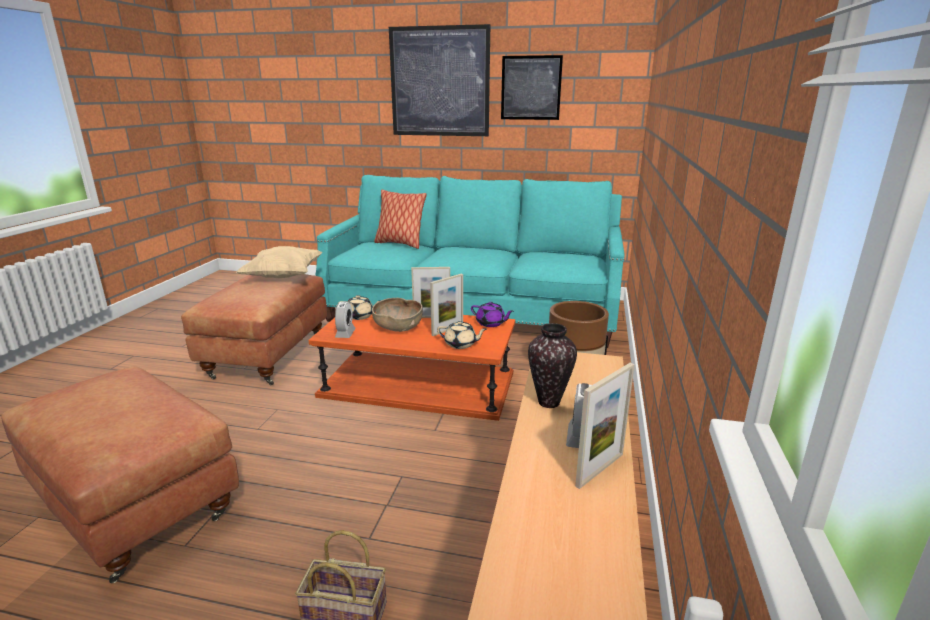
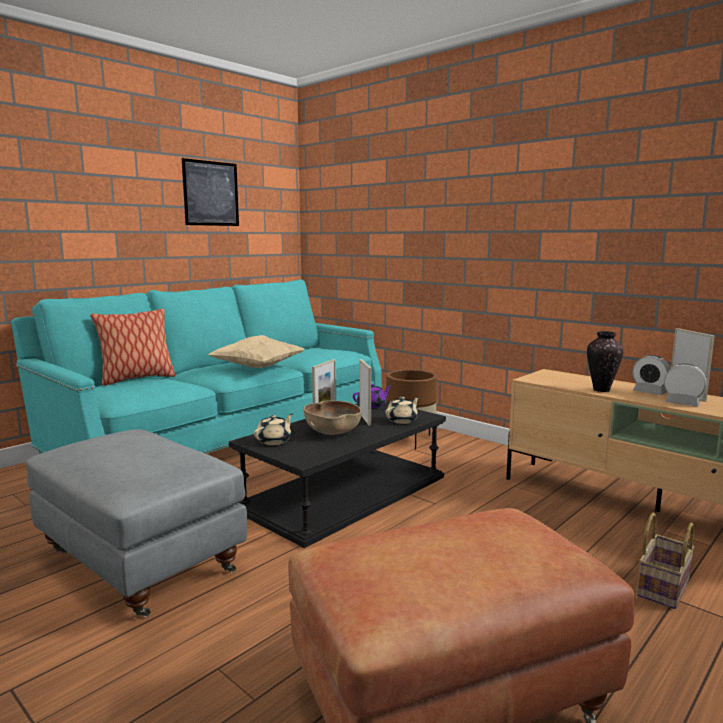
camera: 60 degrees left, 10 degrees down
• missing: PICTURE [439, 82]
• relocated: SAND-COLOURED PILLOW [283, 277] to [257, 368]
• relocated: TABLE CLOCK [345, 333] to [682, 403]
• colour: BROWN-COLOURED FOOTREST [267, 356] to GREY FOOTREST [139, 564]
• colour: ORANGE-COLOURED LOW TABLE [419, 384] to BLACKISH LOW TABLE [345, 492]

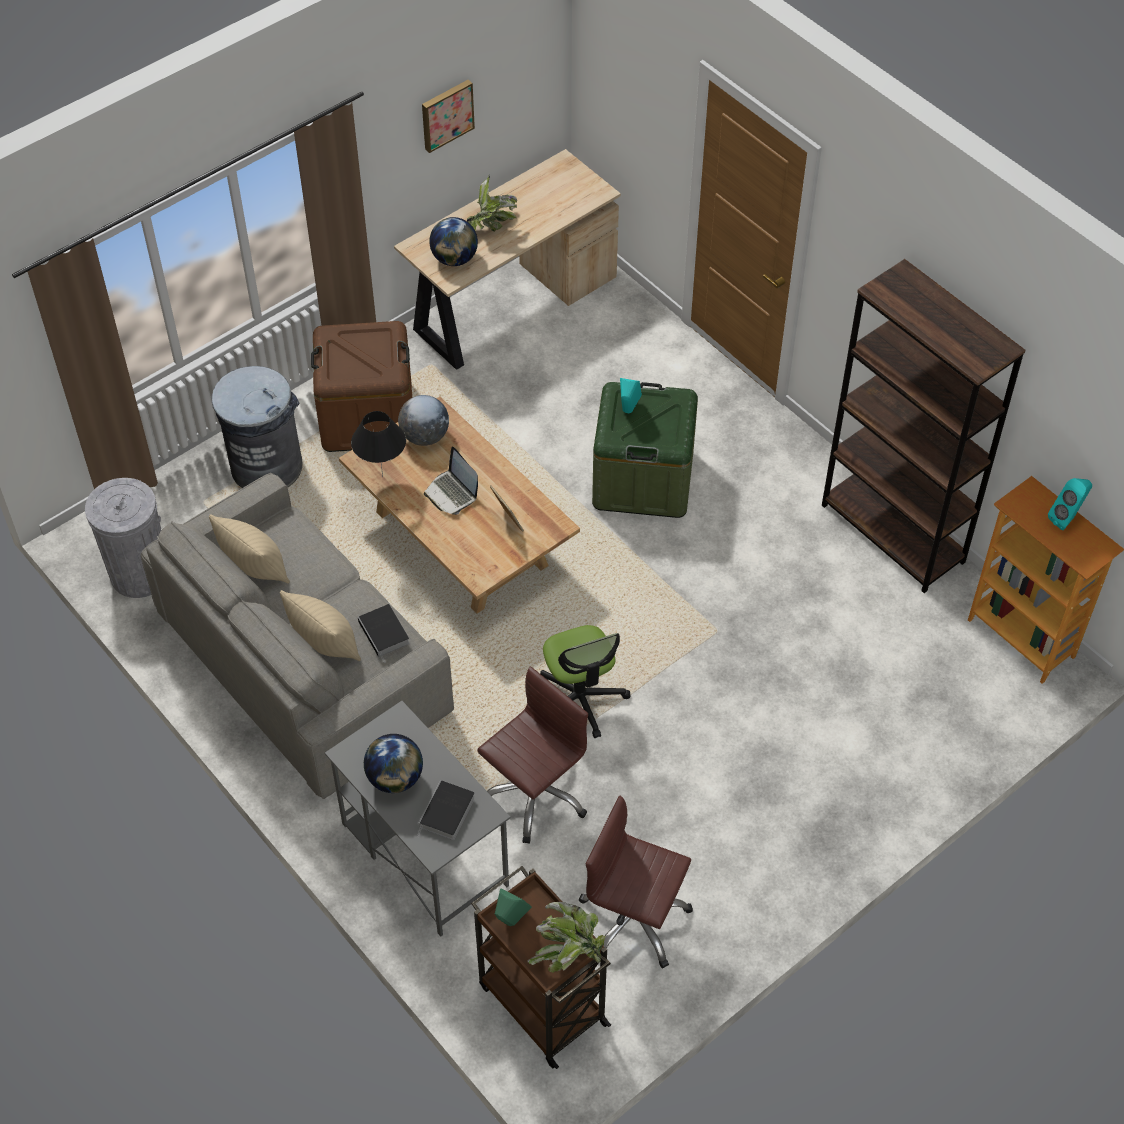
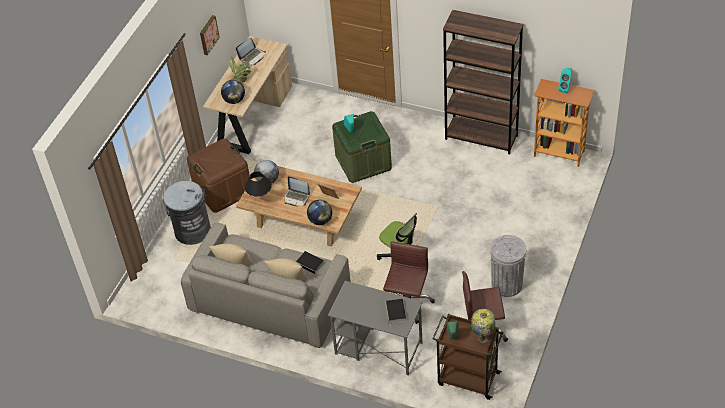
camera: 25 degrees left, 5 degrees down
• appeared: NOTEBOOK COMPUTER [252, 56]
• relocated: GREY WASTE BIN [140, 573] to [506, 284]
• relocated: DESK GLOBE [395, 778] to [320, 220]
• exchanged: HOUSEPLANT [568, 953] to TABLE LAMP [483, 337]

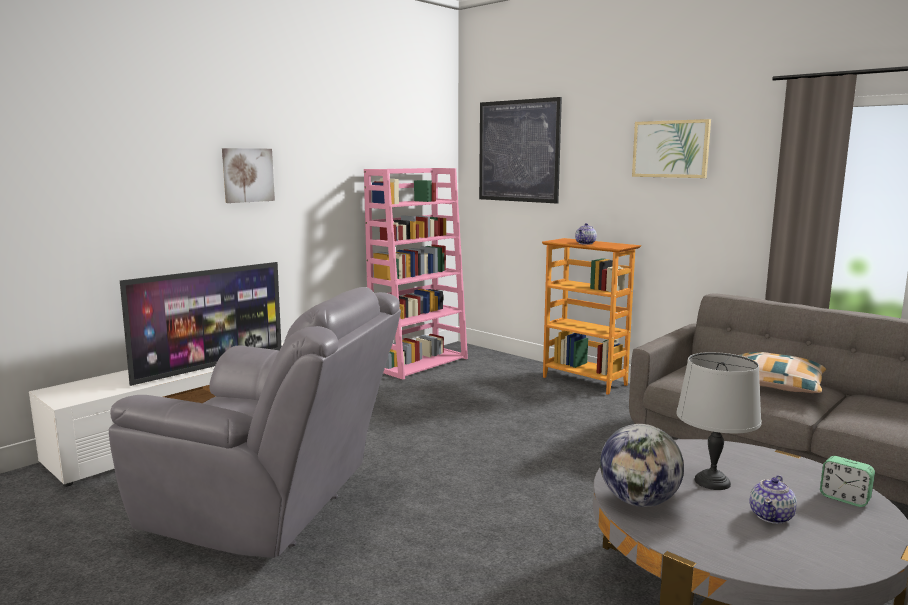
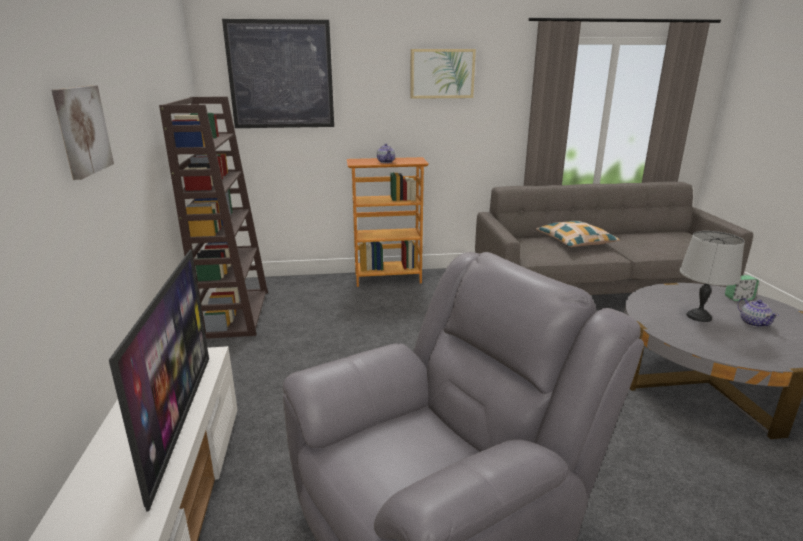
camera: 50 degrees left, 10 degrees up
• missing: DESK GLOBE [639, 501]
• colour: PINK-COLOURED SHELVING UNIT [419, 363] to BROWN-COLOURED SHELVING UNIT [235, 313]

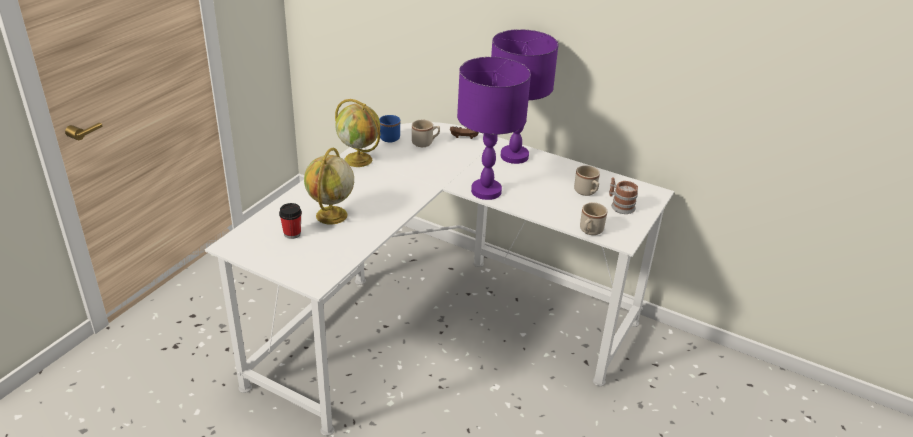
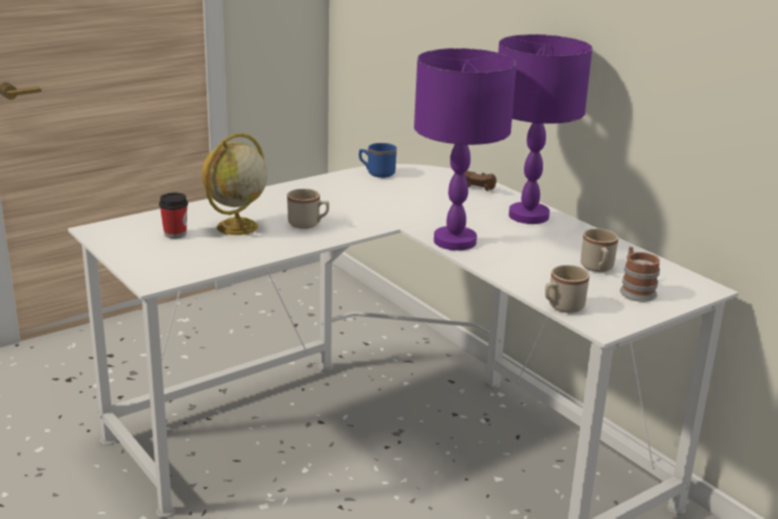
camera: 25 degrees right, 10 degrees down
• missing: DESK GLOBE [359, 160]
• relocated: SAND-COLOURED COFFEE MUG [425, 143] to [308, 224]

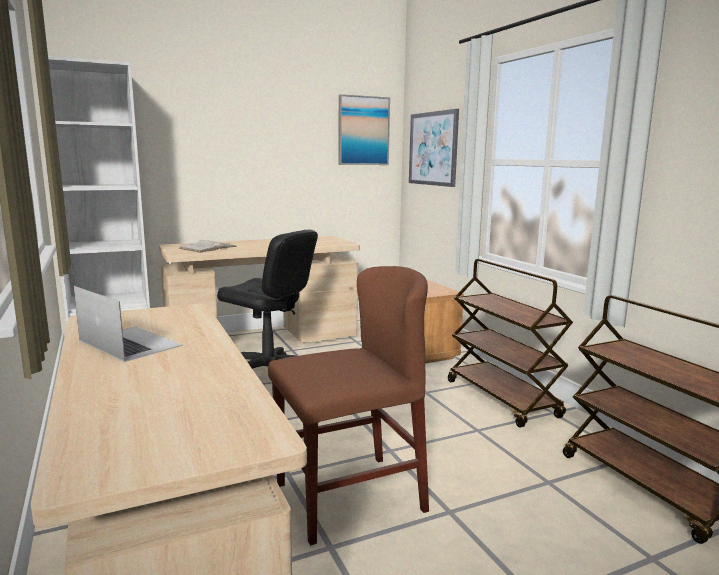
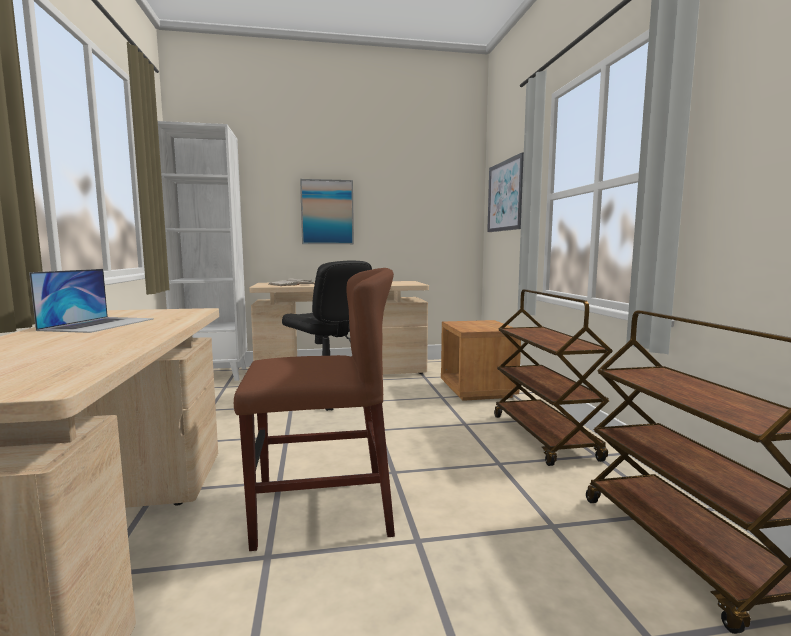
camera: 15 degrees right, 5 degrees down
• relocated: PICTURE [363, 131] to [327, 212]
• spun: NOTEBOOK COMPUTER [130, 343] = [99, 324] 45 degrees clockwise

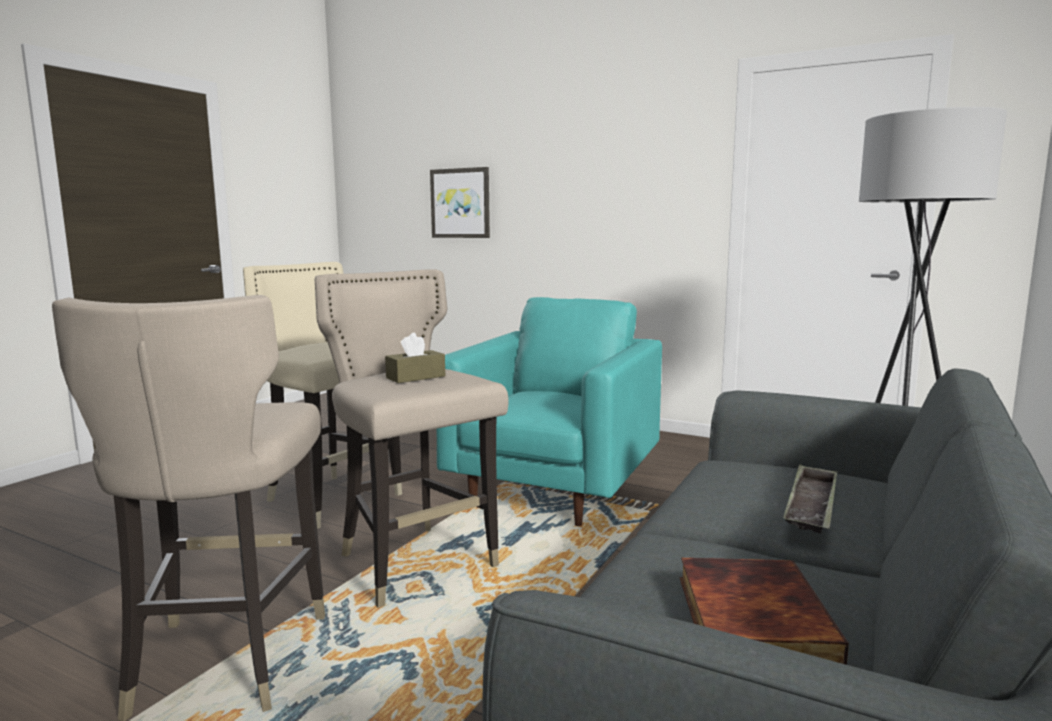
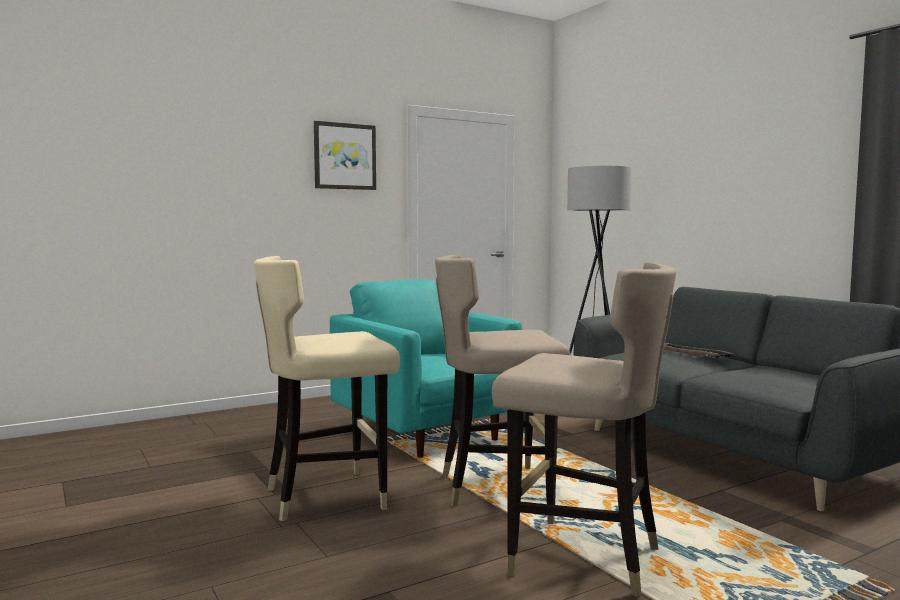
camera: 60 degrees left, 5 degrees down
• missing: BROWN-COLOURED TISSUE BOX [416, 377]
• missing: VOLUME [749, 618]
• relocated: PICTURE [460, 203] to [344, 156]

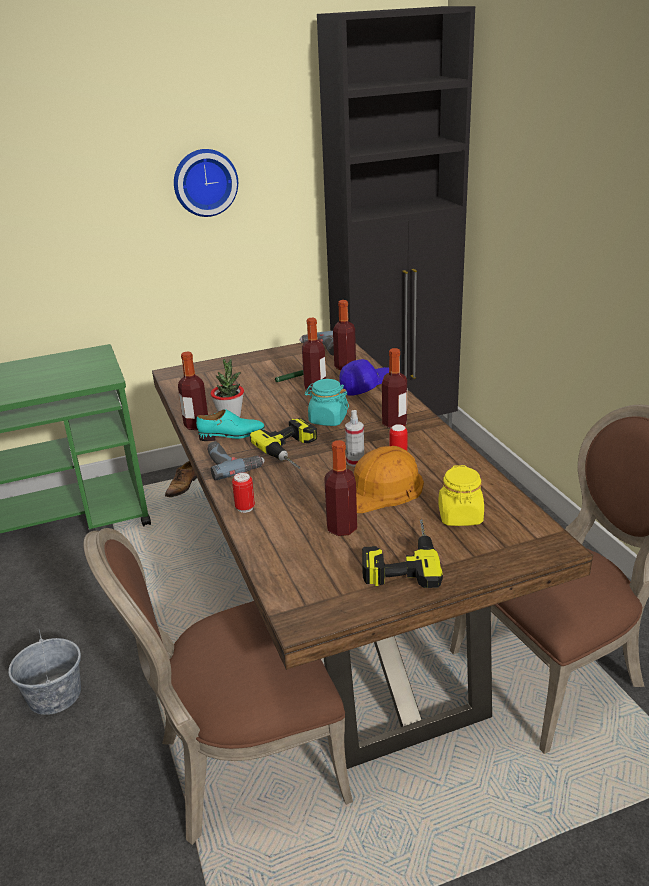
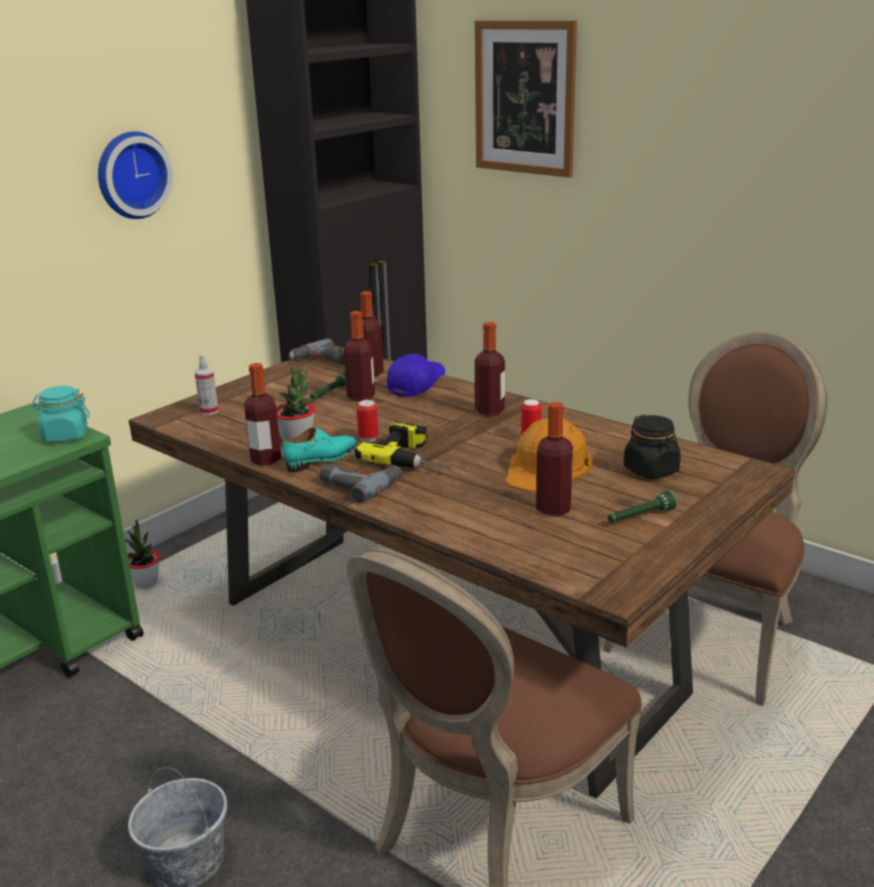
camera: 30 degrees left, 5 degrees down
• appeared: PICTURE [524, 98]
• relocated: SEALED CAN [245, 508] to [368, 438]
• relocated: TURQUOISE STORAGE JAR [327, 419] to [65, 435]
• relocated: HAND SPRAYER [355, 461] to [209, 411]
• exchanged: LOW SHOE [183, 486] to HOUSEPLANT [146, 584]
• exchanged: DRILL [399, 558] to GREEN TORCH [640, 517]
• colour: YELLOW STORAGE JAR [460, 516] to BLACKISH STORAGE JAR [651, 470]

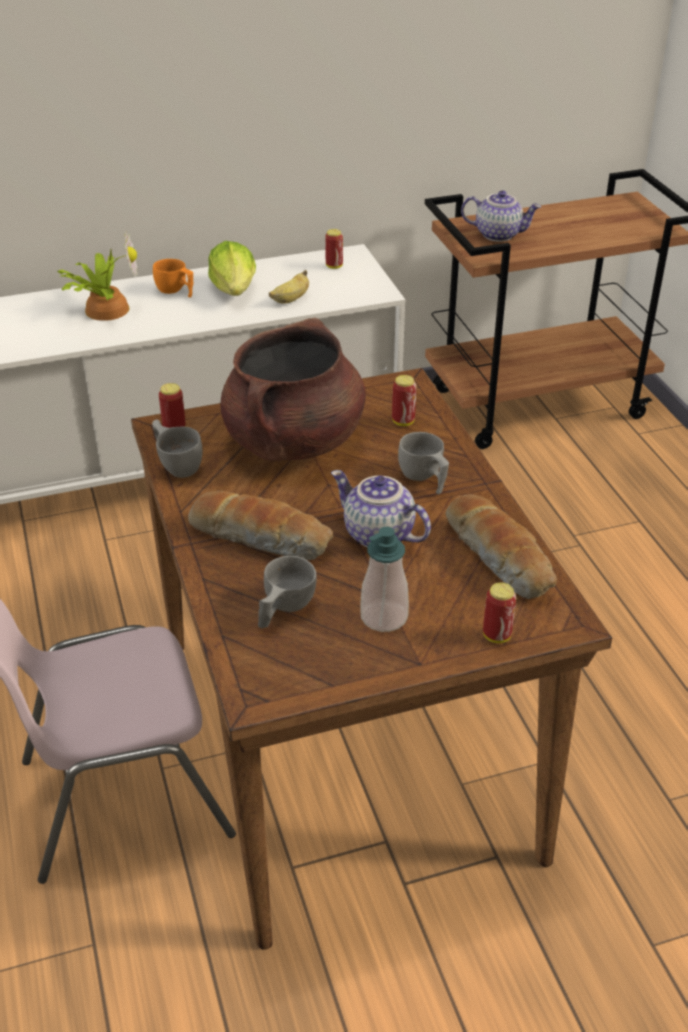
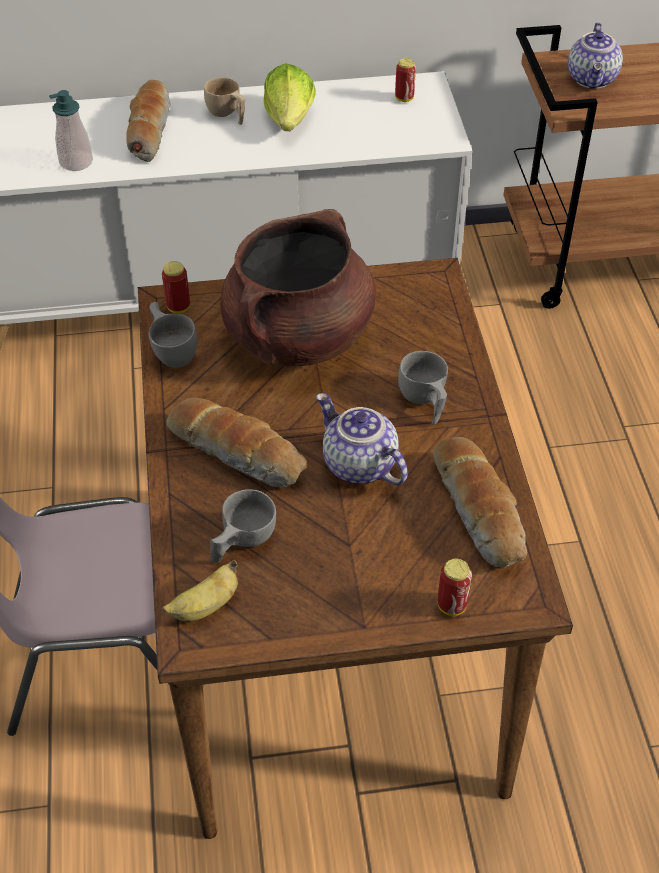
camera: 10 degrees right, 10 degrees up
• missing: SEALED CAN [403, 421]
• relocated: WHOLE BANANA [291, 299] to [205, 606]
• relocated: LIQUID SOAP BOTTLE [384, 617] to [76, 162]
• exchanged: HOUSEPLANT [105, 309] to BAKED BREAD [149, 129]
• colour: ORANGE-COLOURED CUP [175, 292] to SAND-COLOURED CUP [227, 115]
• spun: TEAPOT [498, 234] = [593, 79] 75 degrees clockwise

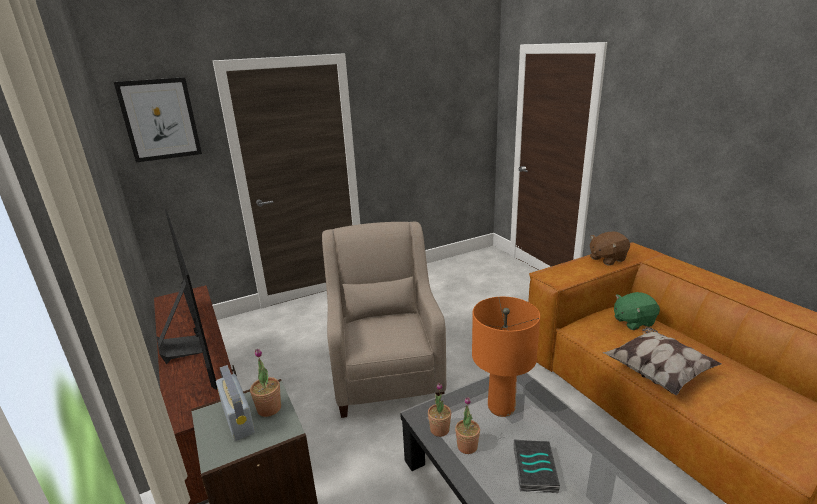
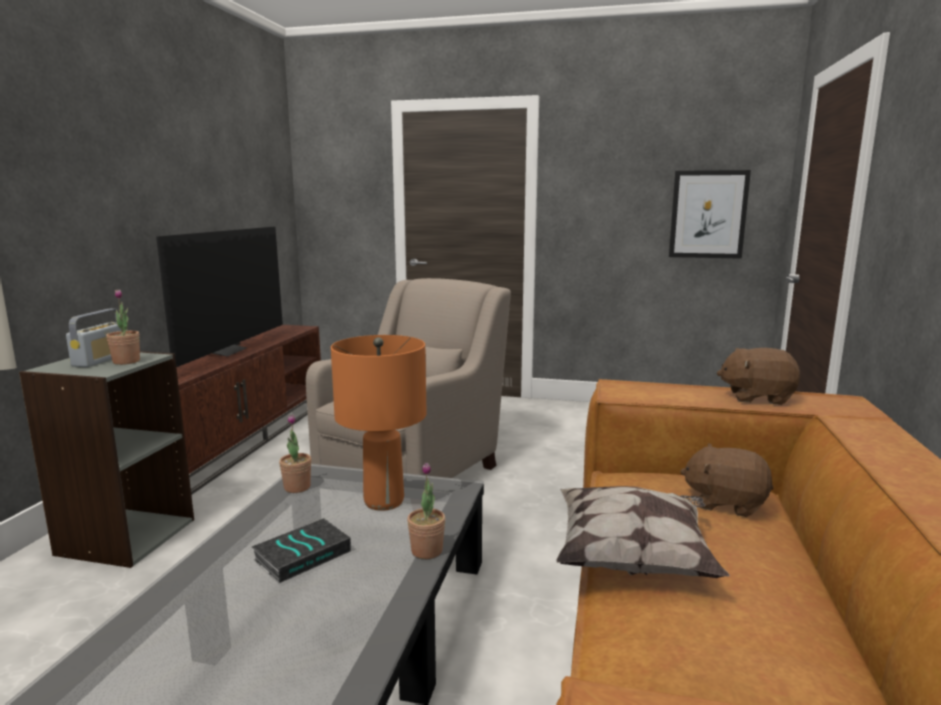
camera: 40 degrees right, 10 degrees down
• relocated: PICTURE [160, 119] to [708, 214]
• relocated: HOUSEPLANT [467, 446] to [427, 551]
• colour: GREEN SOFT TOY [633, 321] to BROWN-COLOURED SOFT TOY [725, 502]

